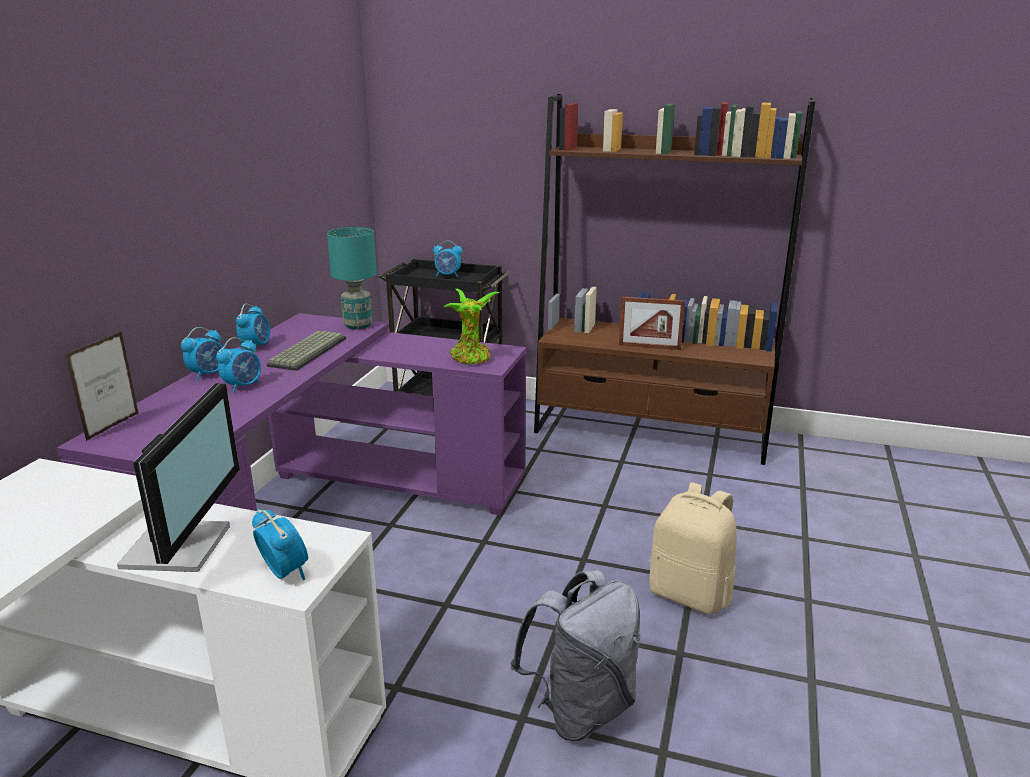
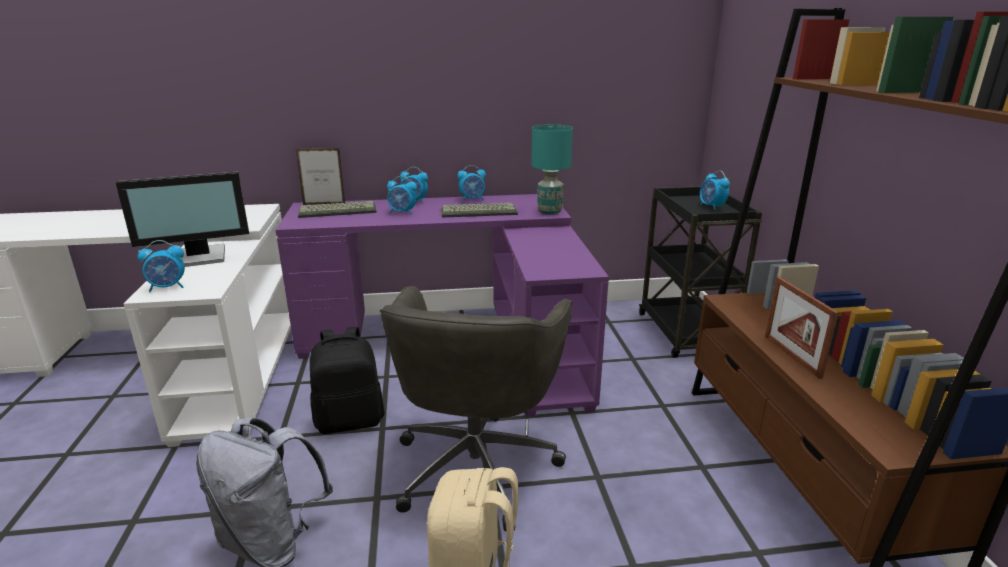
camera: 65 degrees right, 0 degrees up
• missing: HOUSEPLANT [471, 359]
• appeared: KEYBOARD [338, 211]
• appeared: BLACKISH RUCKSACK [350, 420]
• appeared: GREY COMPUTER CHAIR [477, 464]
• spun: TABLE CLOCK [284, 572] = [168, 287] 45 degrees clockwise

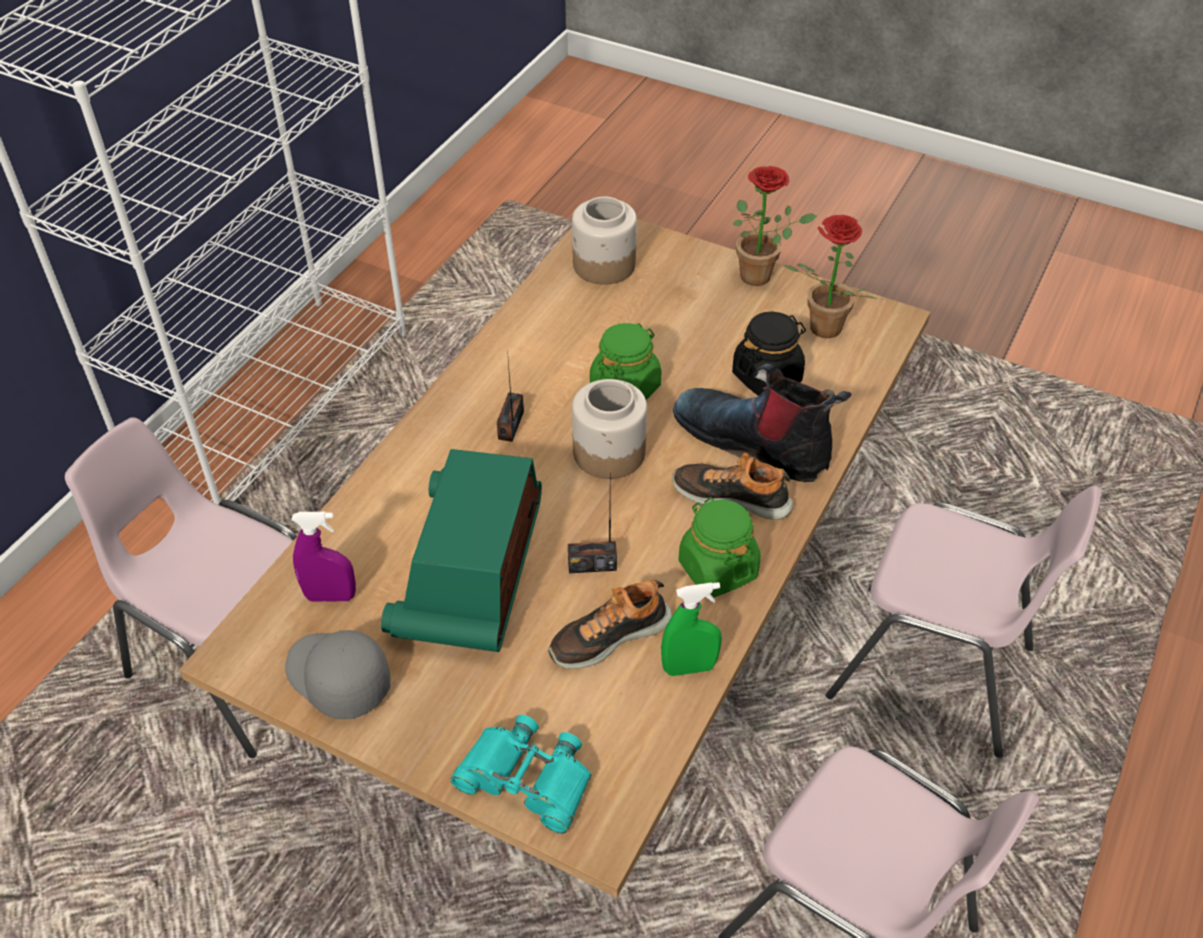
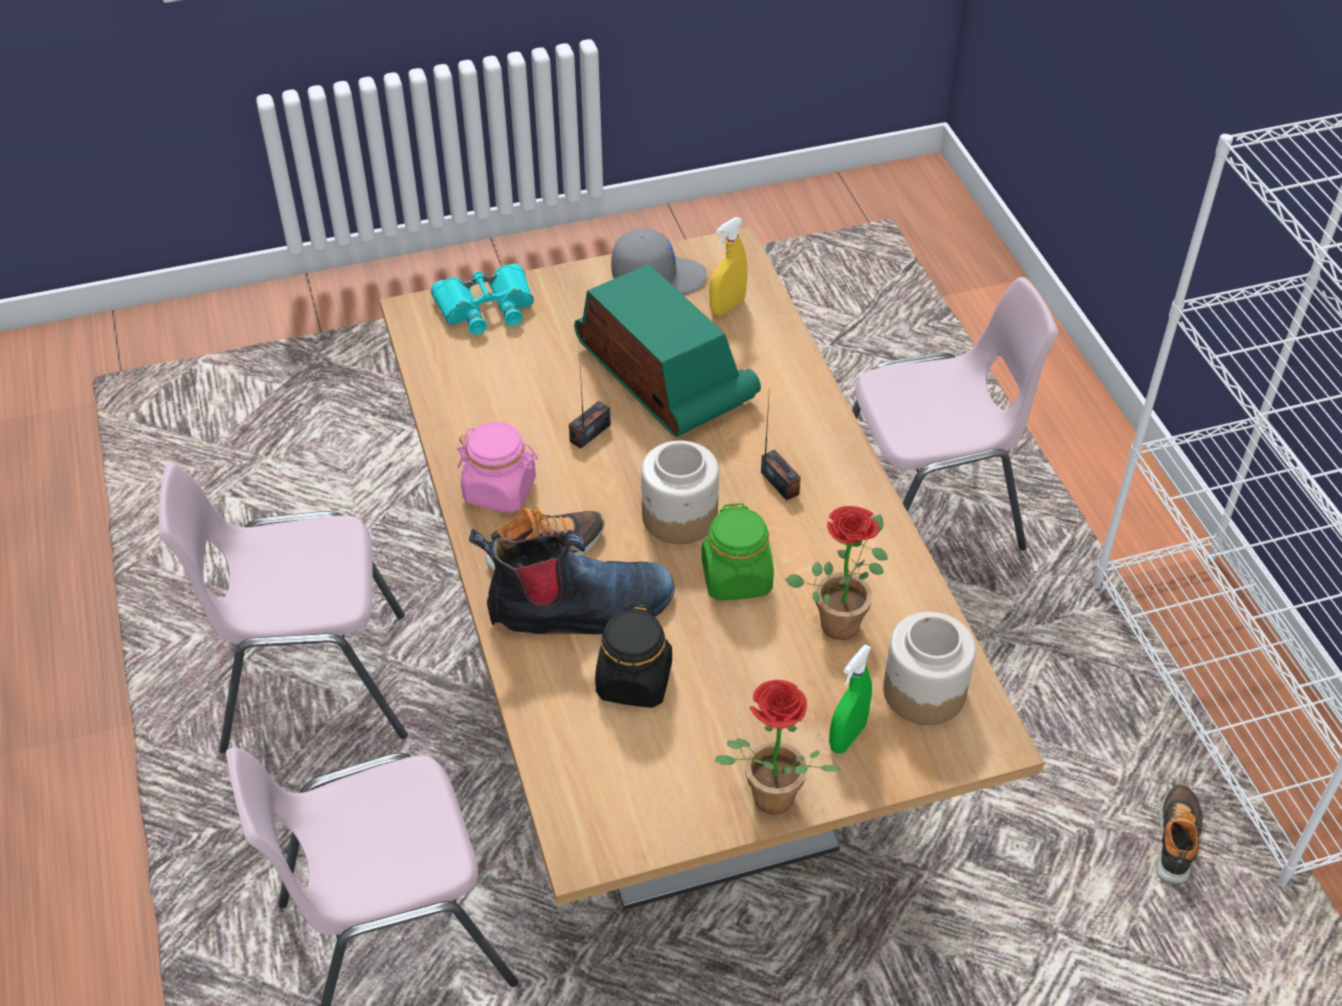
camera: 135 degrees right, 0 degrees up
• relocated: LOW SHOE [609, 636] to [1177, 839]
• relocated: GREEN HAND SPRAYER [689, 668] to [847, 736]
• relocated: HOUSEPLANT [819, 330] to [841, 618]
• colour: PURPLISH HAND SPRAYER [330, 596] to YELLOW HAND SPRAYER [727, 307]
• colour: GREEN STORAGE JAR [717, 569] to PINK-COLOURED STORAGE JAR [500, 490]

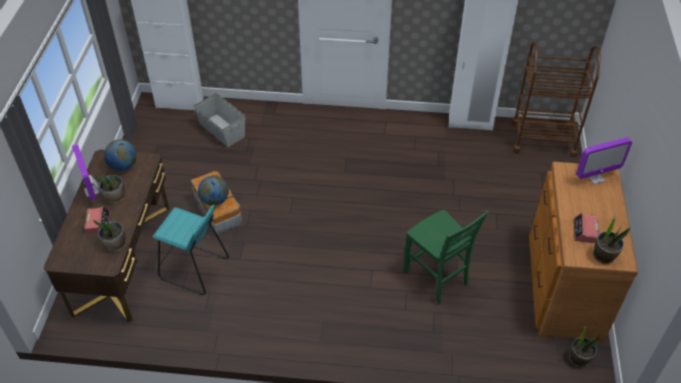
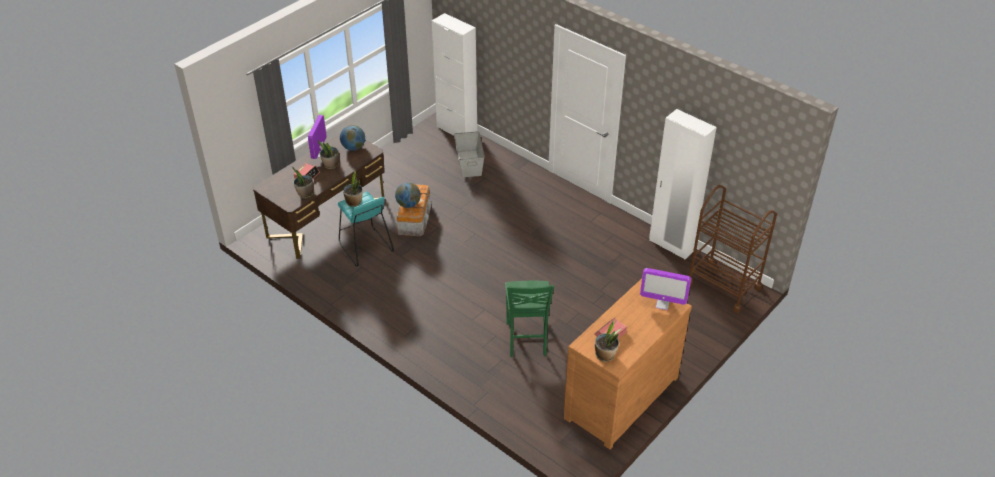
camera: 35 degrees right, 5 degrees down
• relocated: HOUSEPLANT [579, 359] to [354, 202]

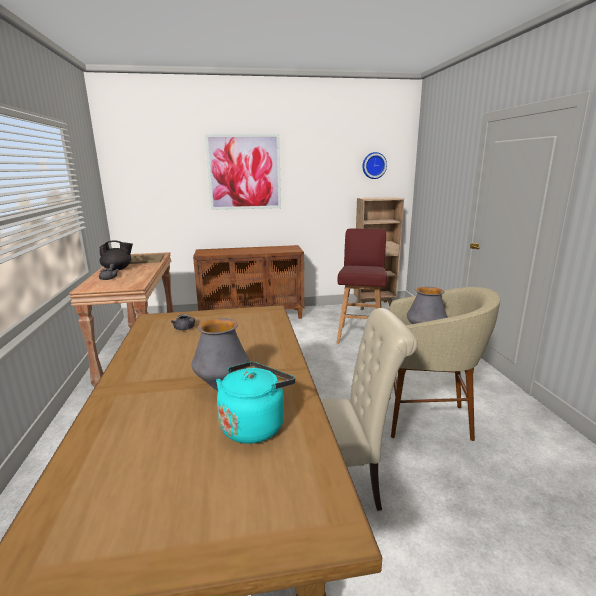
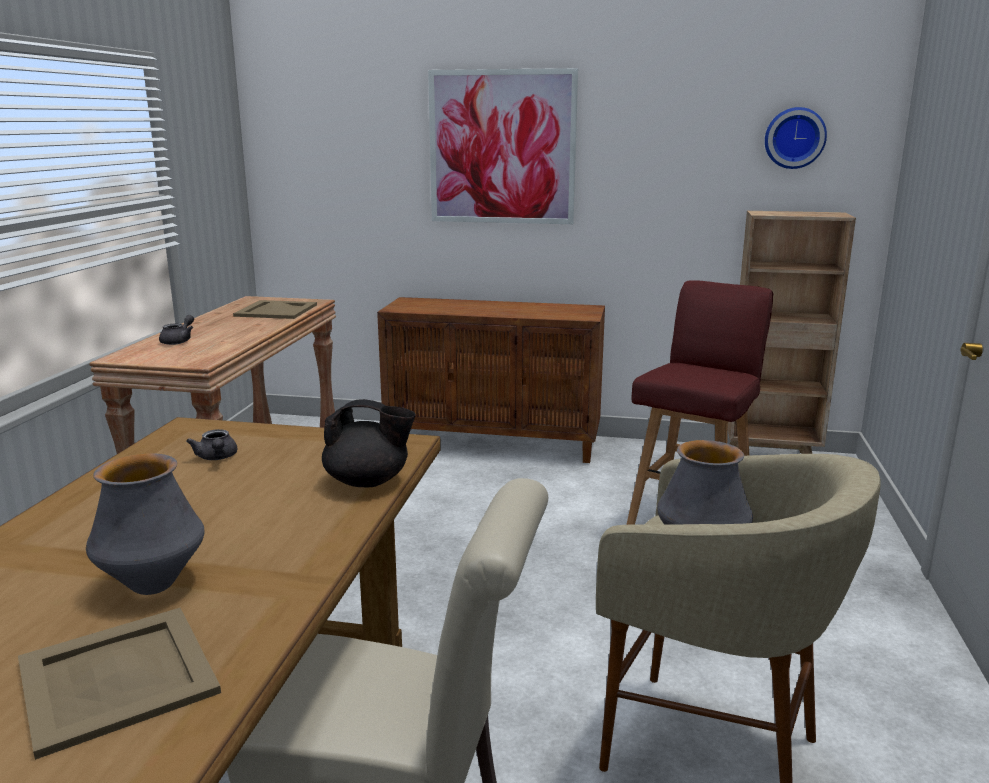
camera: 20 degrees right, 0 degrees up
• relocated: BLACKISH TEAPOT [118, 269] to [368, 481]
• exchanged: TURQUOISE KETTLE [254, 425] to SAND-COLOURED CARRYING TRAY [119, 677]

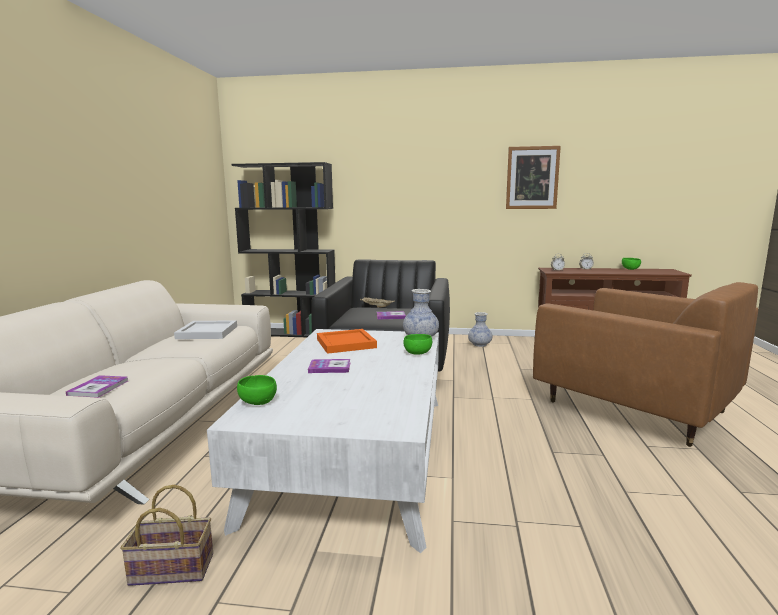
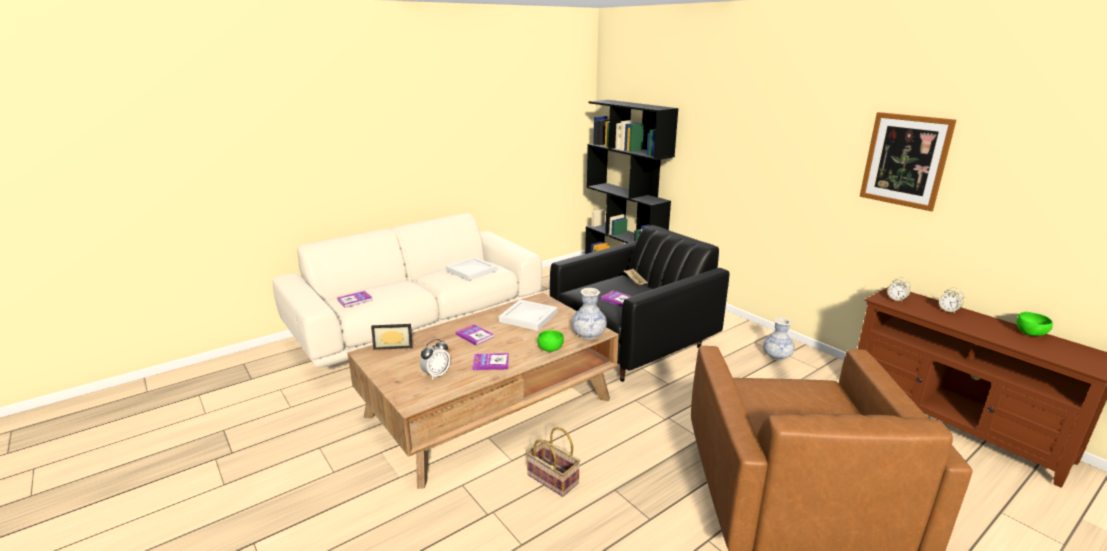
camera: 45 degrees right, 10 degrees up
• appeared: TABLE CLOCK [436, 374]
• appeared: VOLUME [491, 363]
• relocated: BASKET [169, 570] to [551, 479]
• exchanged: GREEN DEEP DISH [258, 402] to PICTURE FRAME [394, 345]
• colour: WHITE LOW TABLE [356, 452] to BROWN-COLOURED LOW TABLE [491, 407]
• colour: ORANGE-COLOURED CARRYING TRAY [345, 344] to WHITE CARRYING TRAY [527, 317]

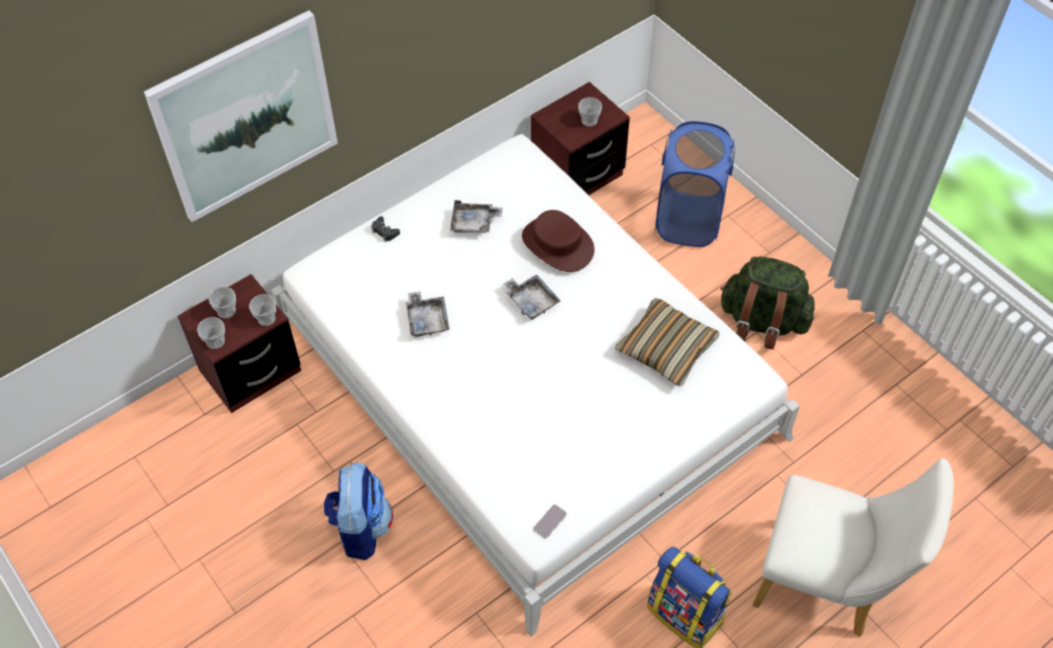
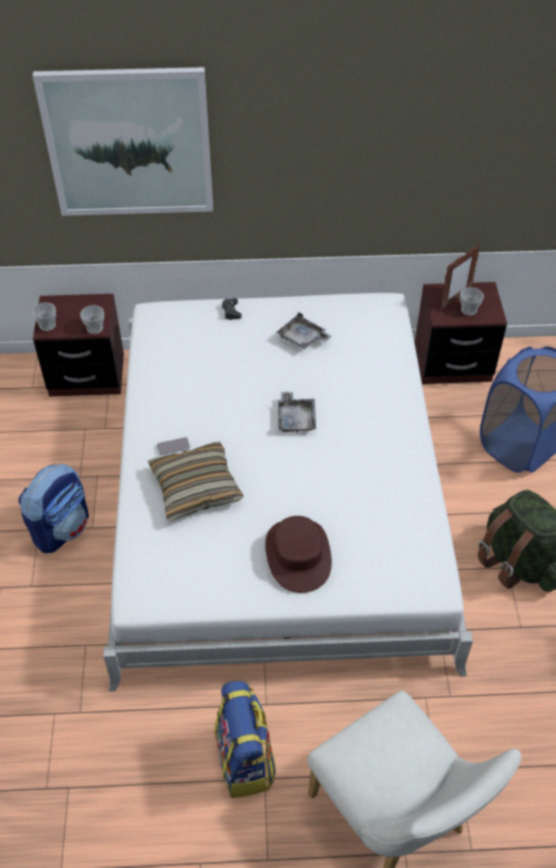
camera: 35 degrees right, 5 degrees down
• missing: CUP [226, 311]
• missing: GREY CARRYING TRAY [427, 319]
• appeared: PICTURE FRAME [455, 300]
• relocated: BROWN-COLOURED WEARABLE HAT [557, 244] to [297, 555]
• relocated: PHONE [550, 521] to [173, 446]
• relocated: PILLOW [666, 348] to [196, 488]

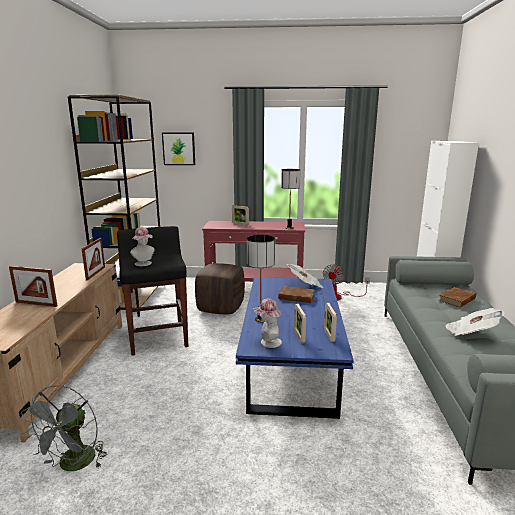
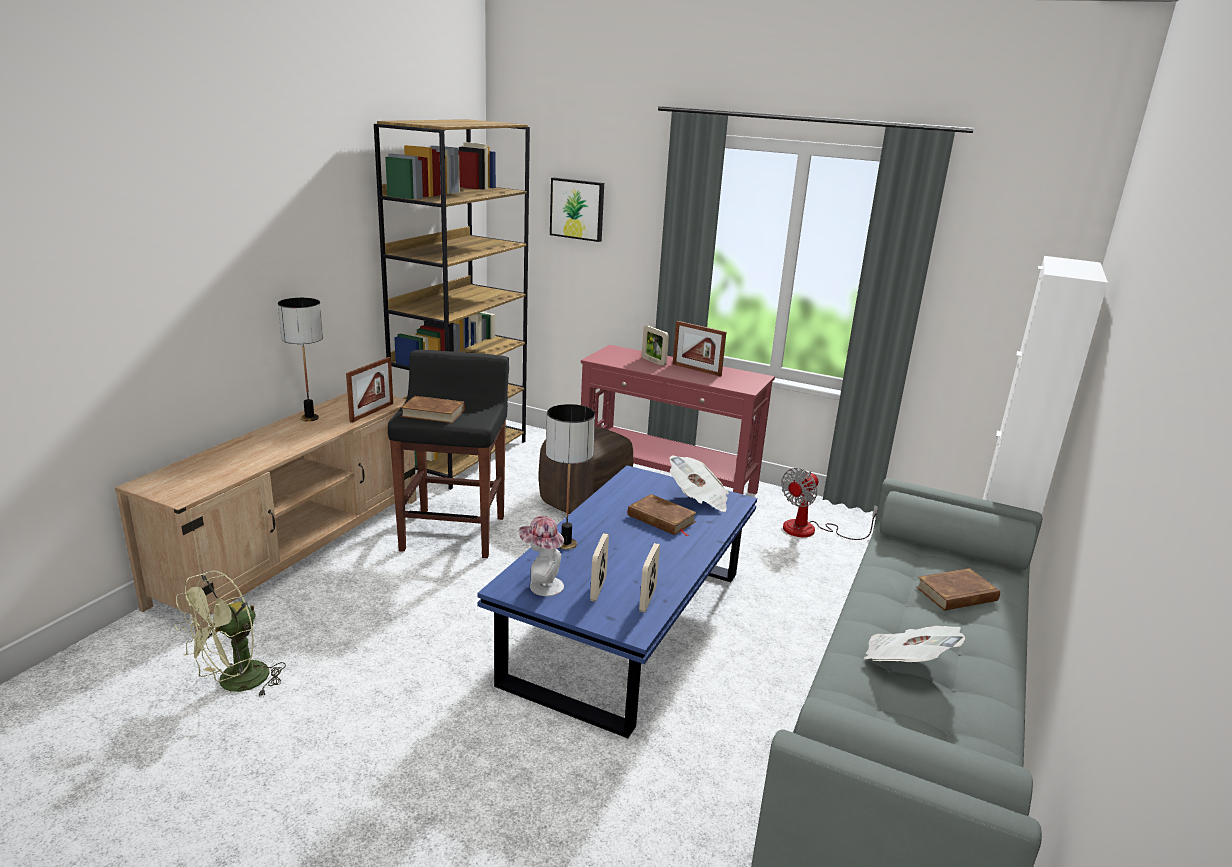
camera: 20 degrees right, 5 degrees up
• relocated: PICTURE FRAME [36, 304] to [696, 370]
• relocated: TABLE LAMP [289, 228] to [310, 418]
• exchanged: WEARABLE HAT [144, 264] to BROWN-COLOURED VOLUME [433, 413]
• colour: GREY ELECTRIC FAN [73, 465] to GREEN ELECTRIC FAN [235, 684]

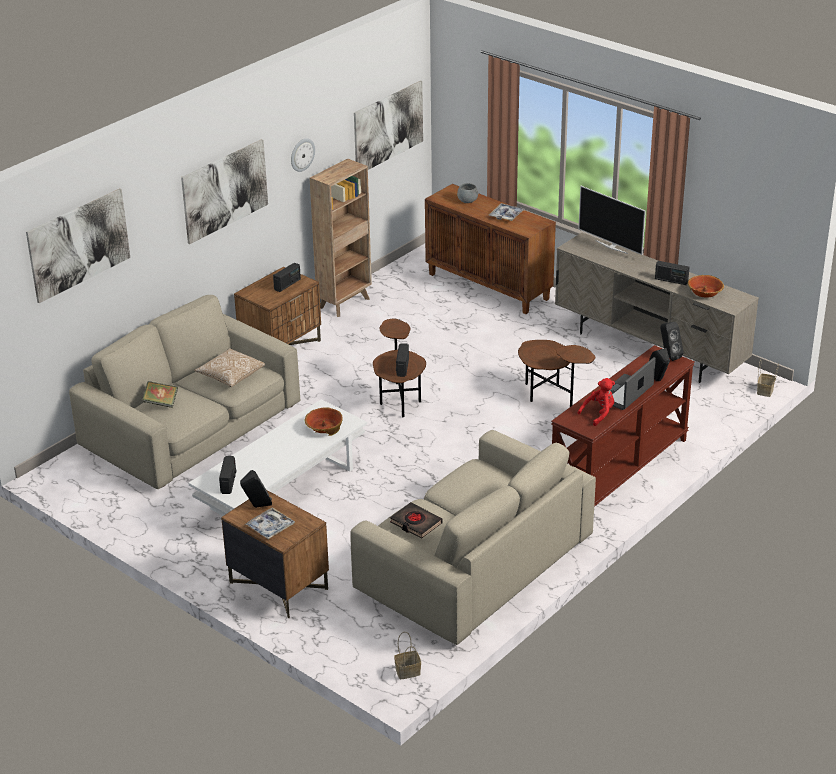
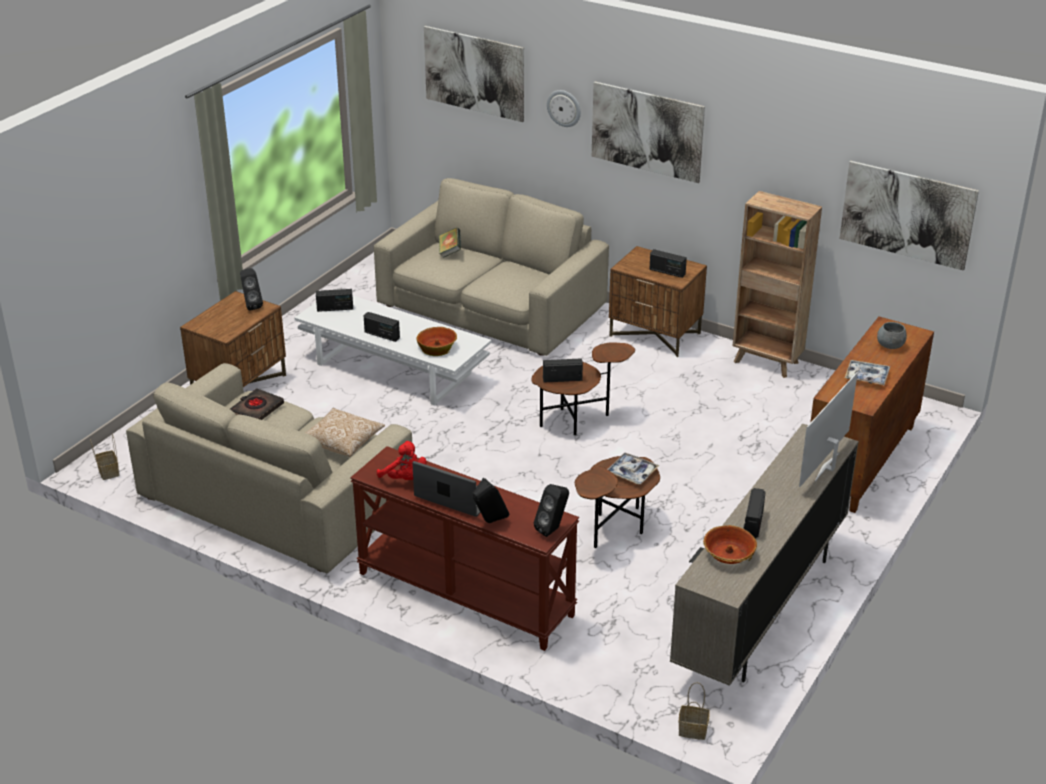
camera: 80 degrees right, 0 degrees up
• appeared: RADIO [382, 335]
• relocated: PILLOW [231, 376] to [342, 442]
• relocated: CARRYING TRAY [270, 527] to [632, 473]
• relocated: WALL CLOCK [302, 154] to [564, 108]

